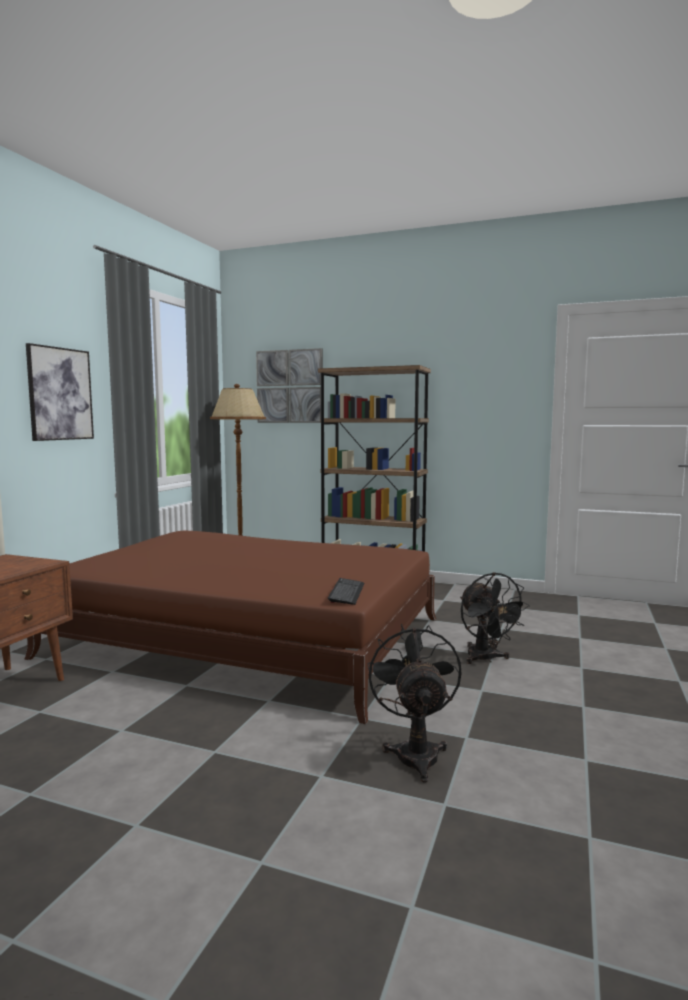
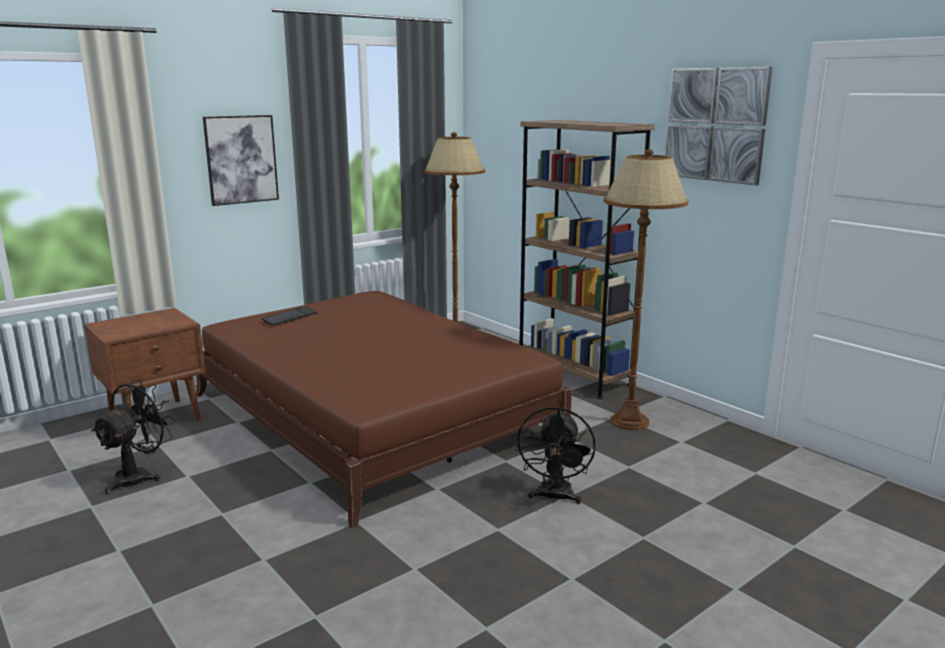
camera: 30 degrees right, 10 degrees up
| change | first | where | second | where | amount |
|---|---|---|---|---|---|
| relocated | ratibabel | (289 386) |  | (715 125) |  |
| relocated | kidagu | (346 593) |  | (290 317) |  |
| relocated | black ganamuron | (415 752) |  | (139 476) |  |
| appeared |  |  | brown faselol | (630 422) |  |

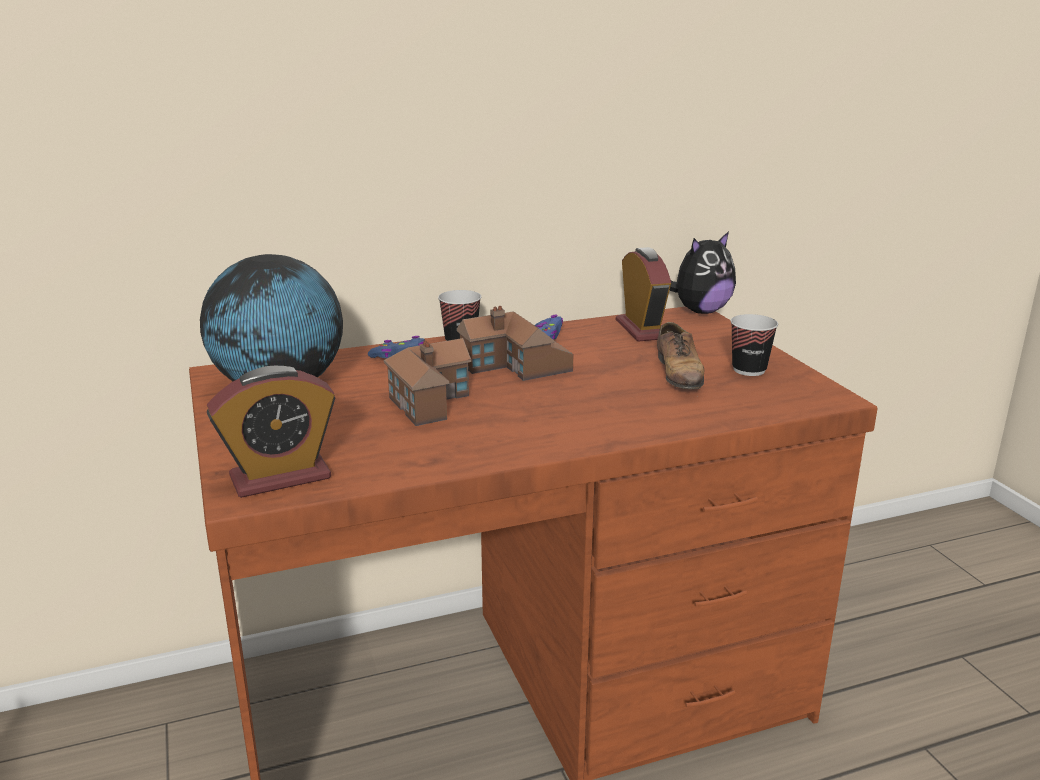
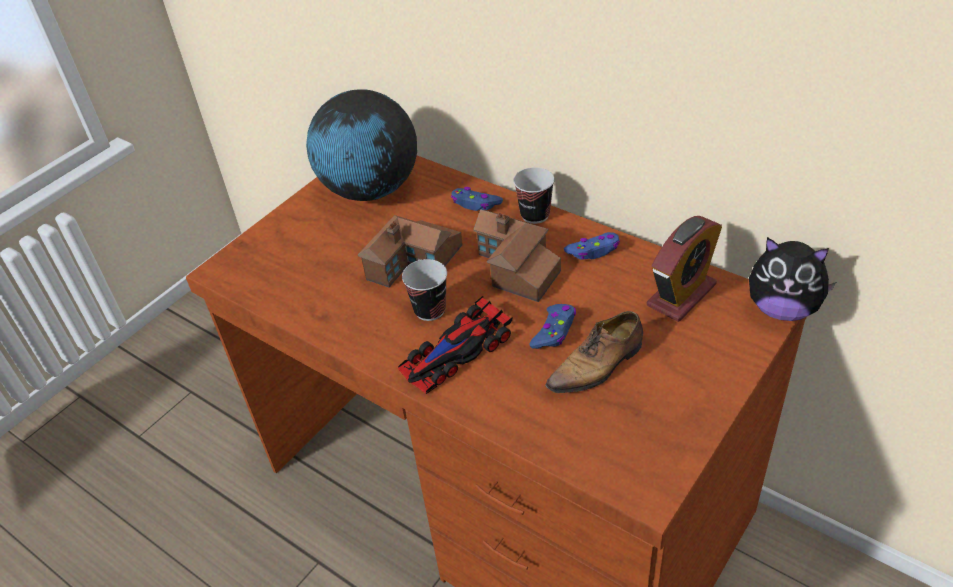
camera: 60 degrees right, 20 degrees up
| change | first | where | second | where | amount |
|---|---|---|---|---|---|
| relocated | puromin | (749 370) |  | (430 310) |  |
| missing | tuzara | (280 477) |  |  |  |
| appeared |  |  | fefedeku | (456 352) |  |
| appeared |  |  | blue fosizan | (554 331) |  |

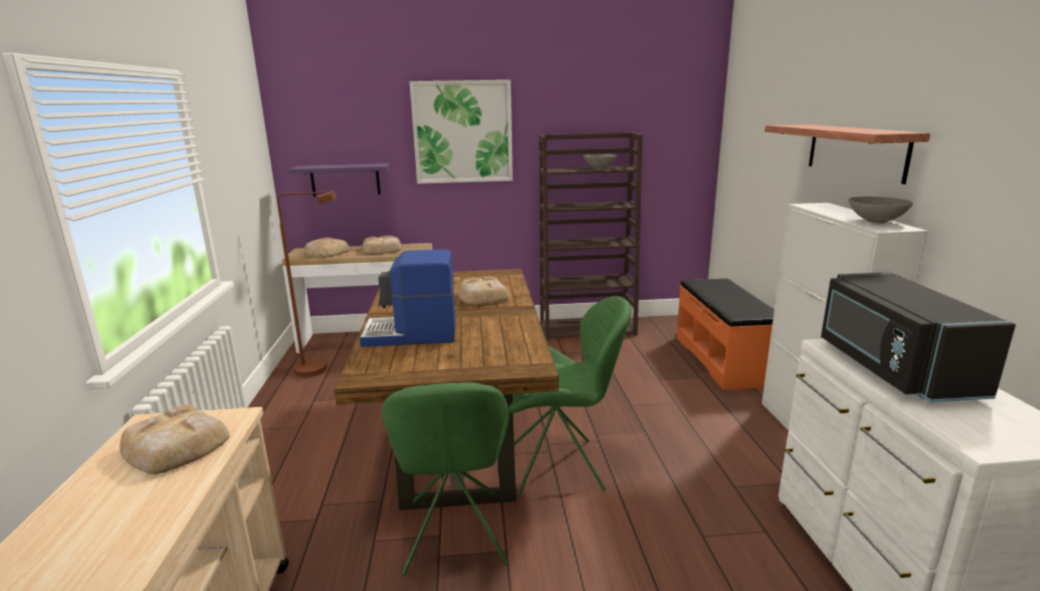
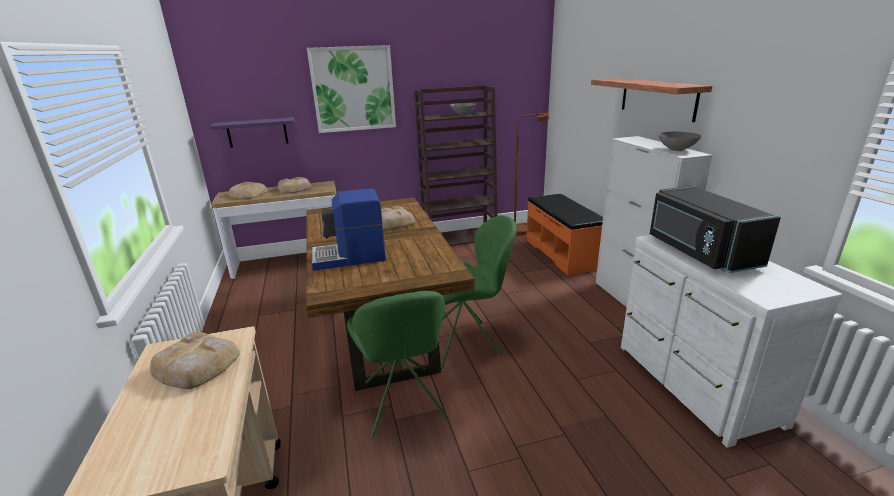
camera: 10 degrees left, 5 degrees up
| change | first | where | second | where | amount |
|---|---|---|---|---|---|
| relocated | brown faselol | (320 368) |  | (524 230) |  |

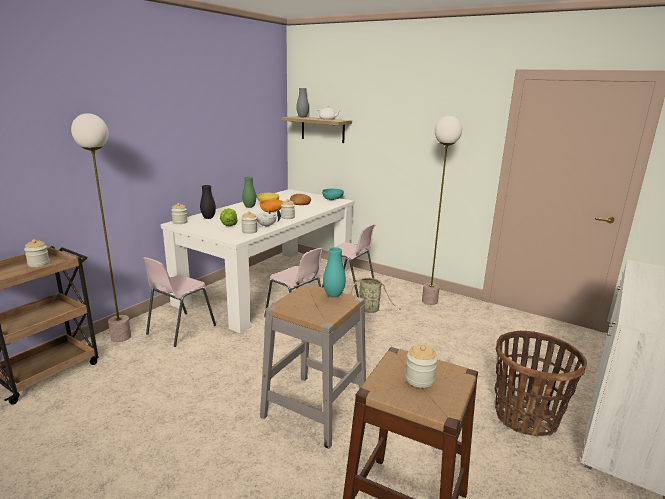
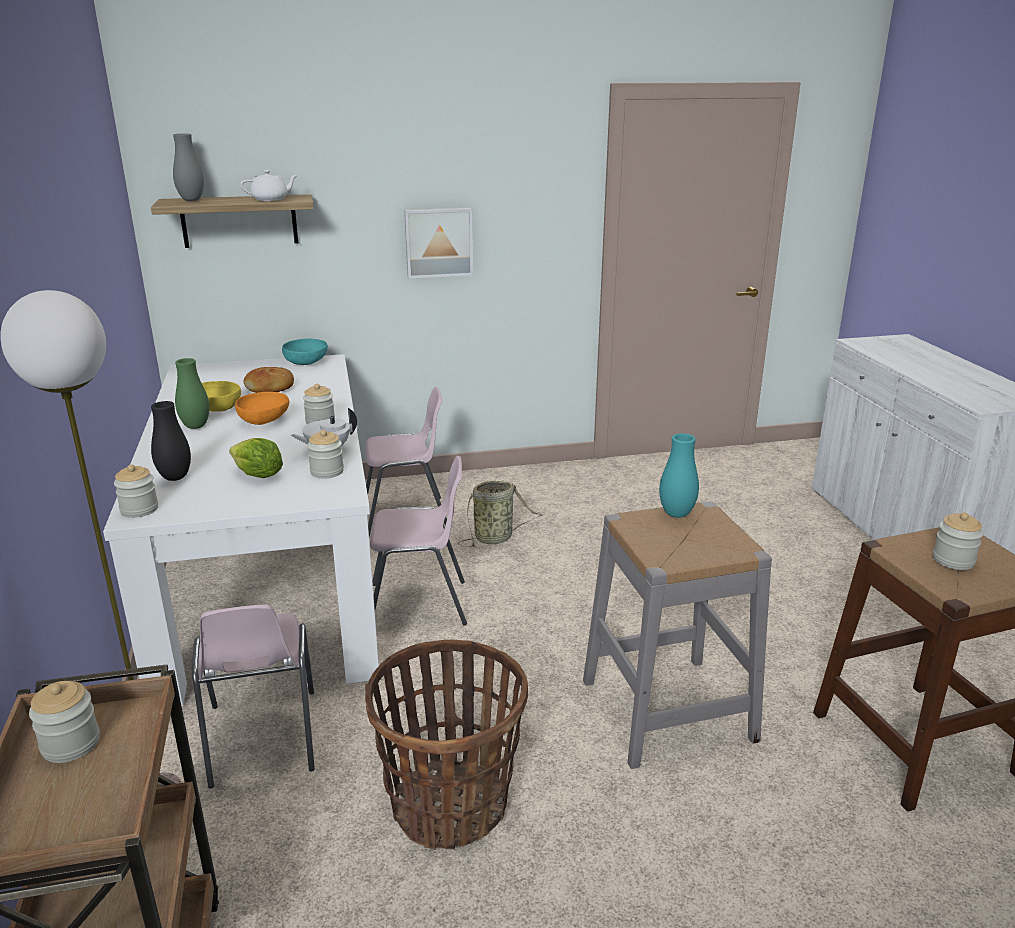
camera: 45 degrees left, 5 degrees up
| change | first | where | second | where | amount |
|---|---|---|---|---|---|
| missing | faselol | (430 301) |  |  |  |
| relocated | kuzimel | (526 417) |  | (450 805) |  |
| appeared |  |  | ratibabel | (438 242) |  |

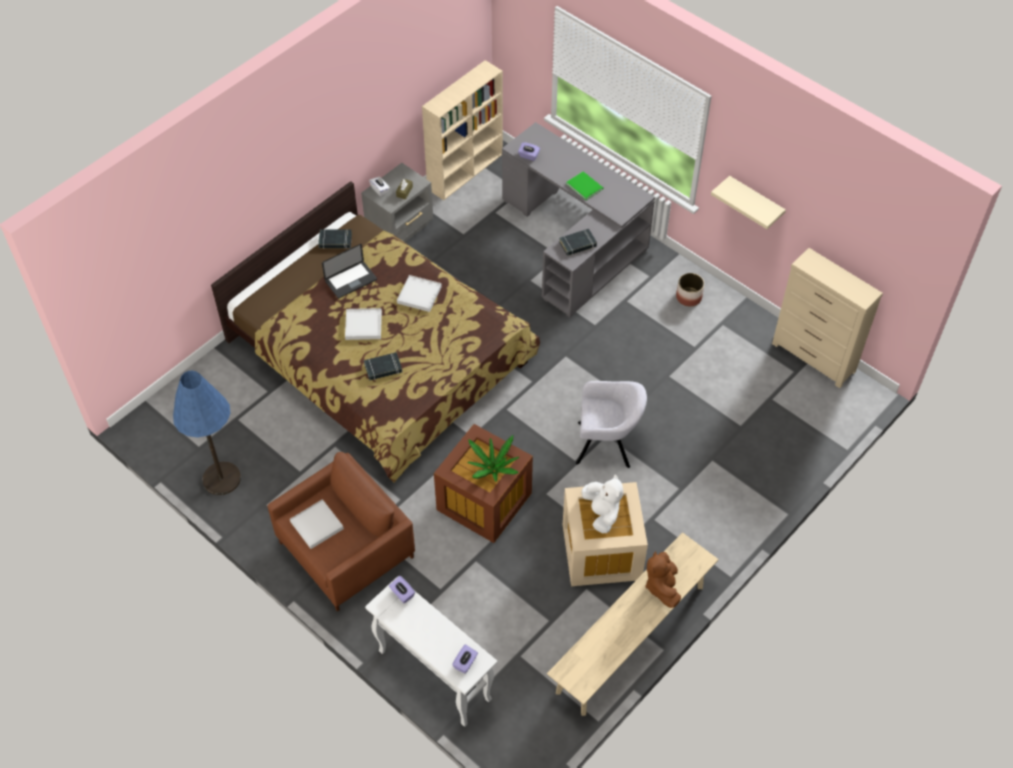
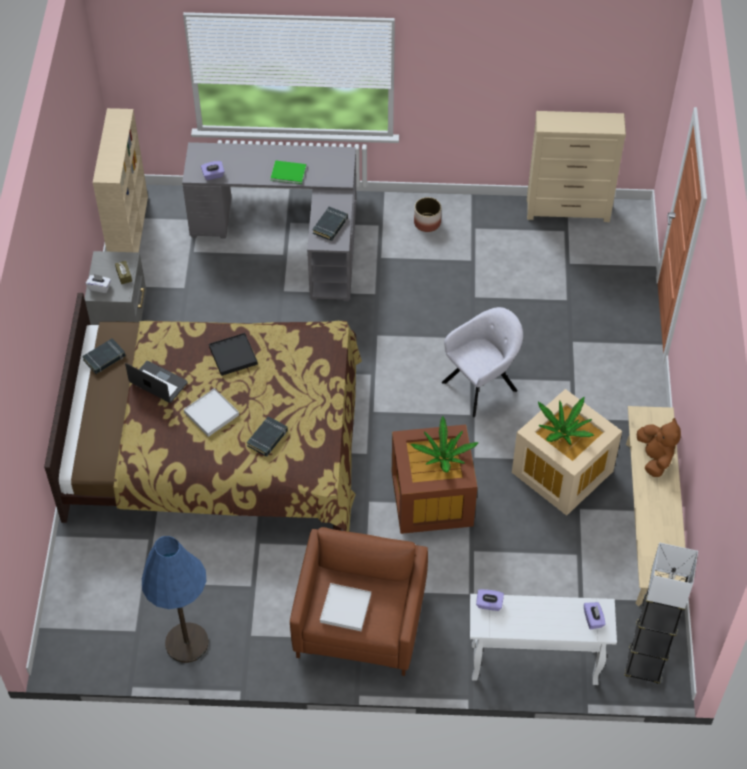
camera: 40 degrees left, 0 degrees up
| change | first | where | second | where | amount |
|---|---|---|---|---|---|
| missing | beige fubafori | (755 201) |  |  |  |
| spun | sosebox | (351 280) |  | (158 383) | 75 degrees counterclockwise |
| colour | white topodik | (419 295) | black topodik | (233 355) |  |
| exchanged | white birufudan | (602 513) | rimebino | (563 432) |  |
| spun | brown birufudan | (662 586) |  | (655 458) | 150 degrees counterclockwise |
| appeared |  |  | grey faselol | (644 666) |  |

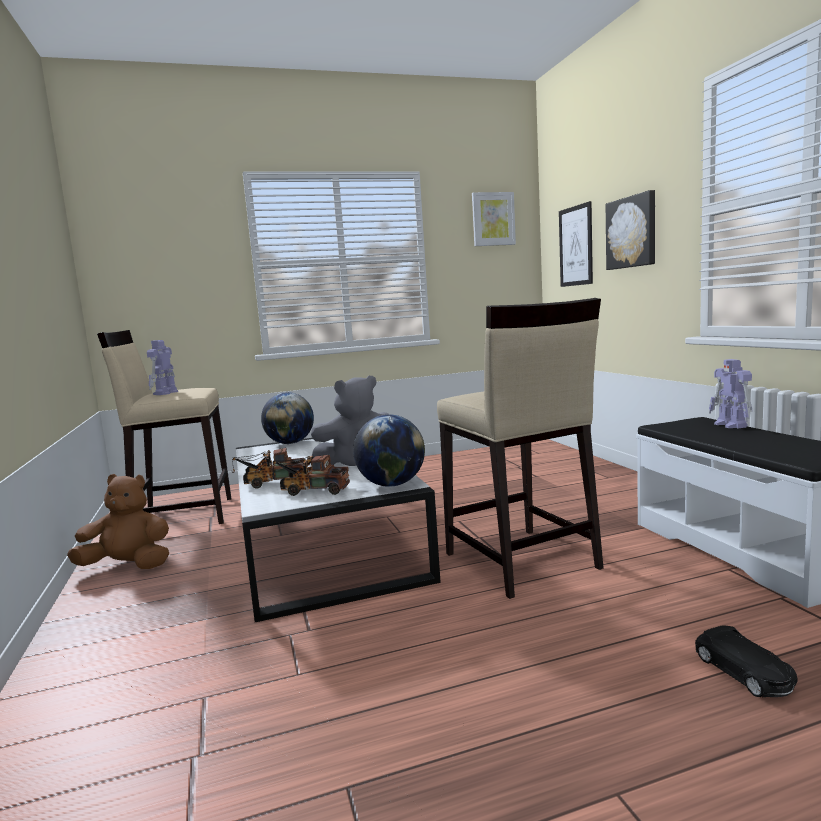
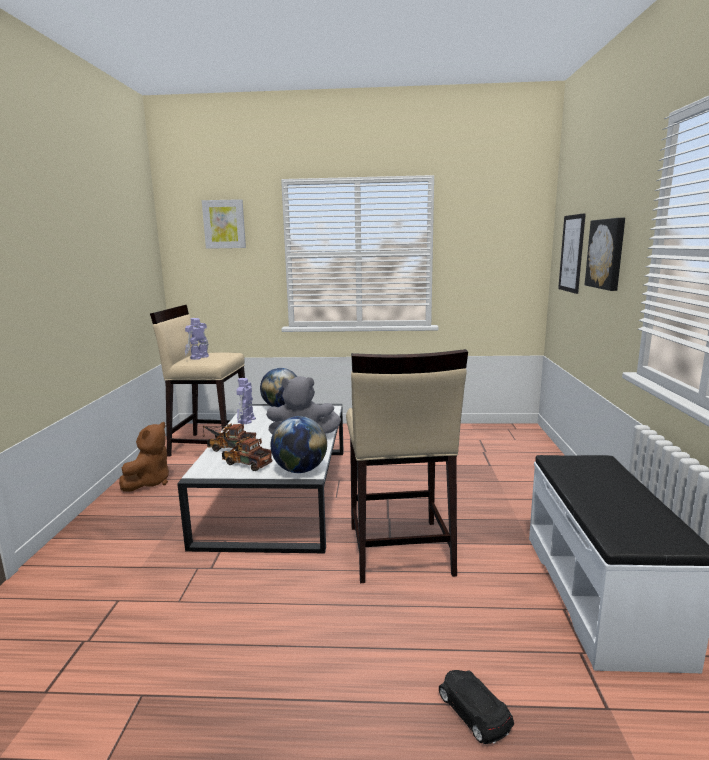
camera: 20 degrees right, 5 degrees up
| change | first | where | second | where | amount |
|---|---|---|---|---|---|
| relocated | ratibabel | (493 219) |  | (224 224) |  |
| relocated | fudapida | (731 425) |  | (246 420) |  |
| spun | brown birufudan | (128 566) |  | (149 482) | 90 degrees clockwise |
| spun | black fefedeku | (744 672) |  | (473 711) | 150 degrees clockwise |

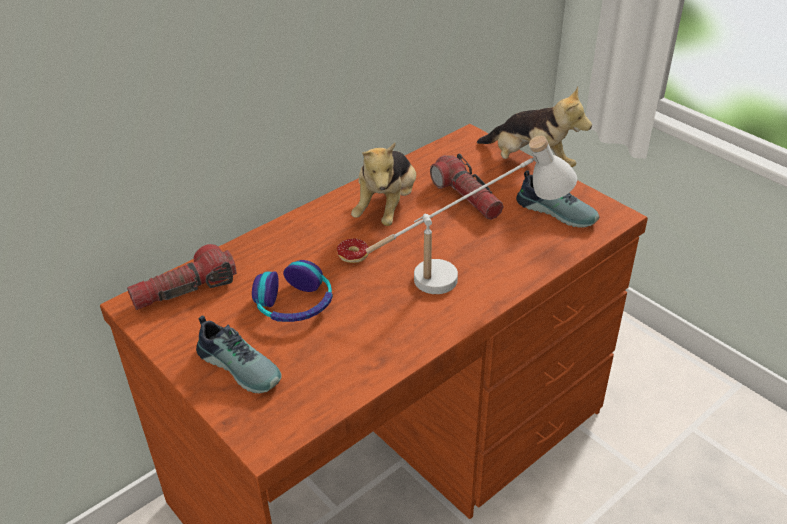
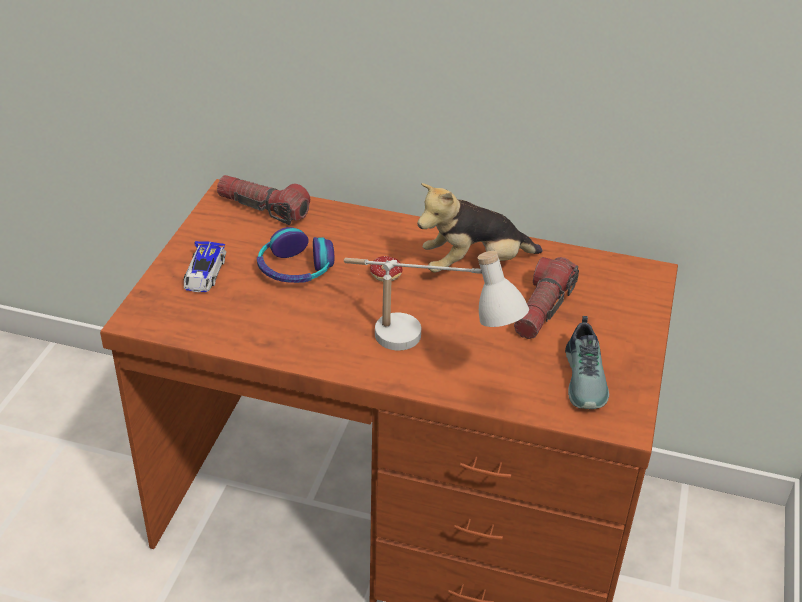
camera: 55 degrees right, 0 degrees up
| change | first | where | second | where | amount |
|---|---|---|---|---|---|
| missing | birufudan | (528 165) |  |  |  |
| exchanged | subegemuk | (241 365) | fefedeku | (204 273) |  |

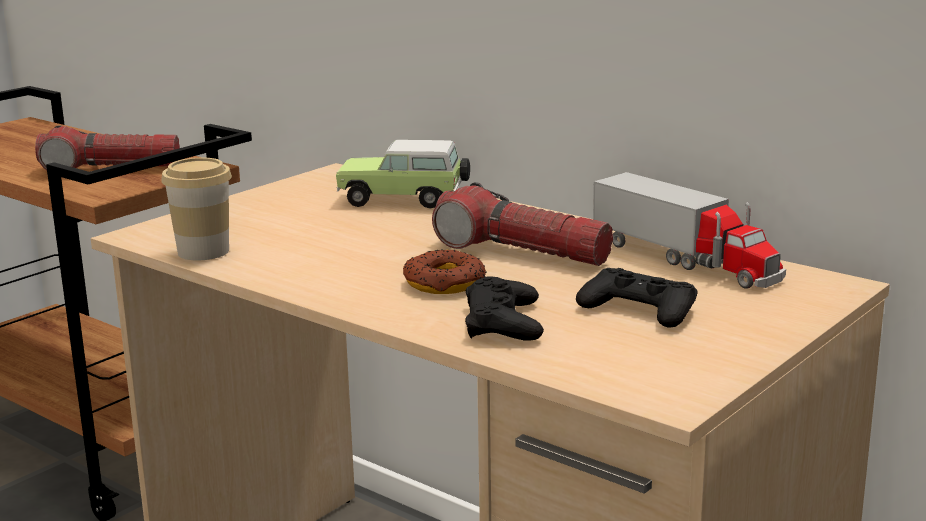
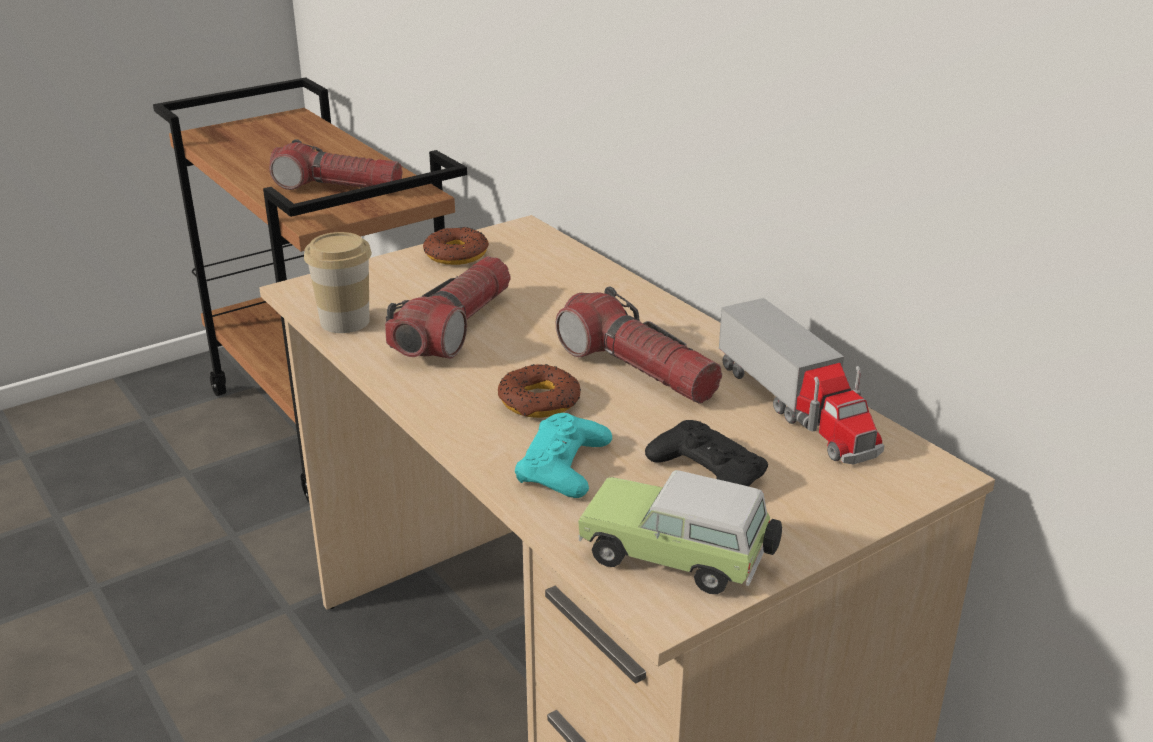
camera: 15 degrees right, 10 degrees up
| change | first | where | second | where | amount |
|---|---|---|---|---|---|
| relocated | fefedeku | (405 200) |  | (679 559) |  |
| colour | black fosizan | (503 322) | turquoise fosizan | (564 466) |  |
| appeared |  |  | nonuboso | (456 254) |  |
| appeared |  |  | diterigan | (455 328) |  |

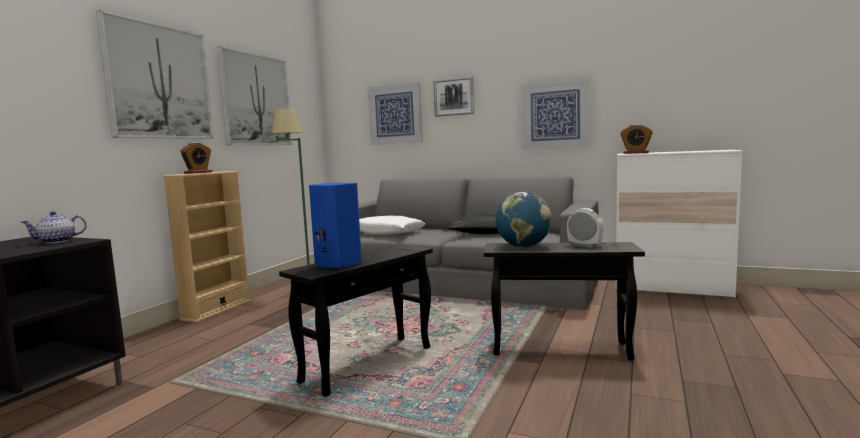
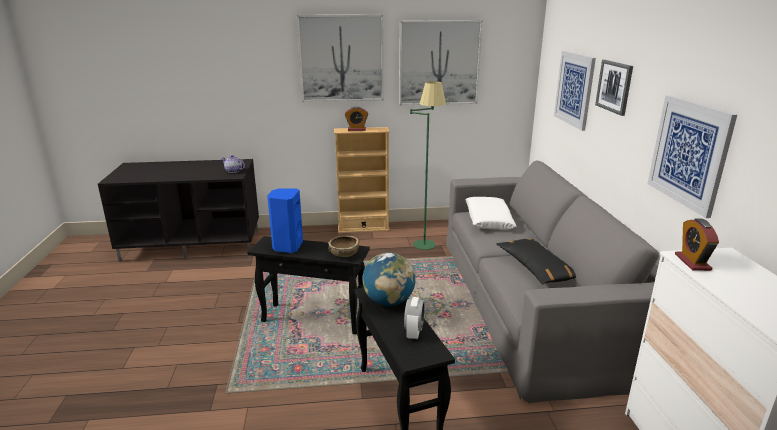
camera: 60 degrees right, 15 degrees up
| change | first | where | second | where | amount |
|---|---|---|---|---|---|
| appeared |  |  | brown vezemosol | (344 254) |  |

